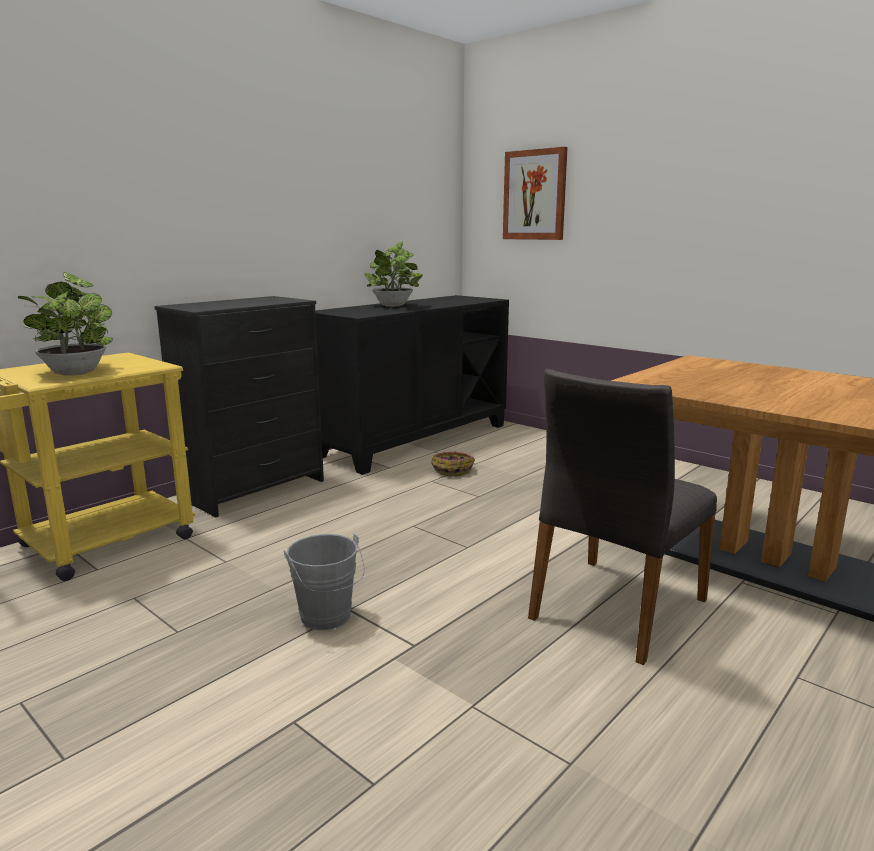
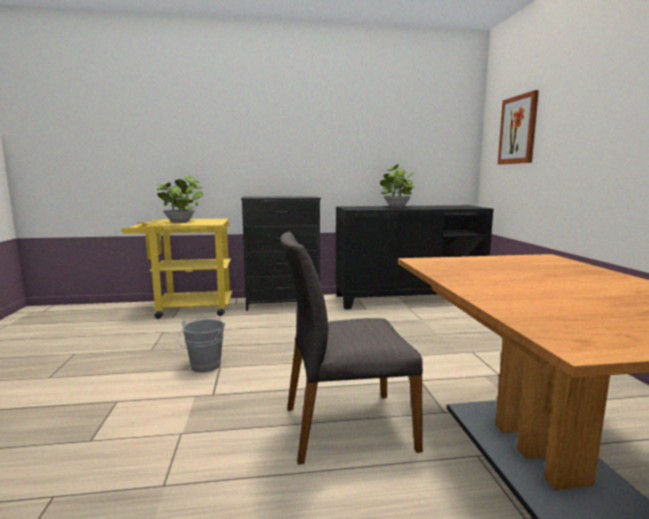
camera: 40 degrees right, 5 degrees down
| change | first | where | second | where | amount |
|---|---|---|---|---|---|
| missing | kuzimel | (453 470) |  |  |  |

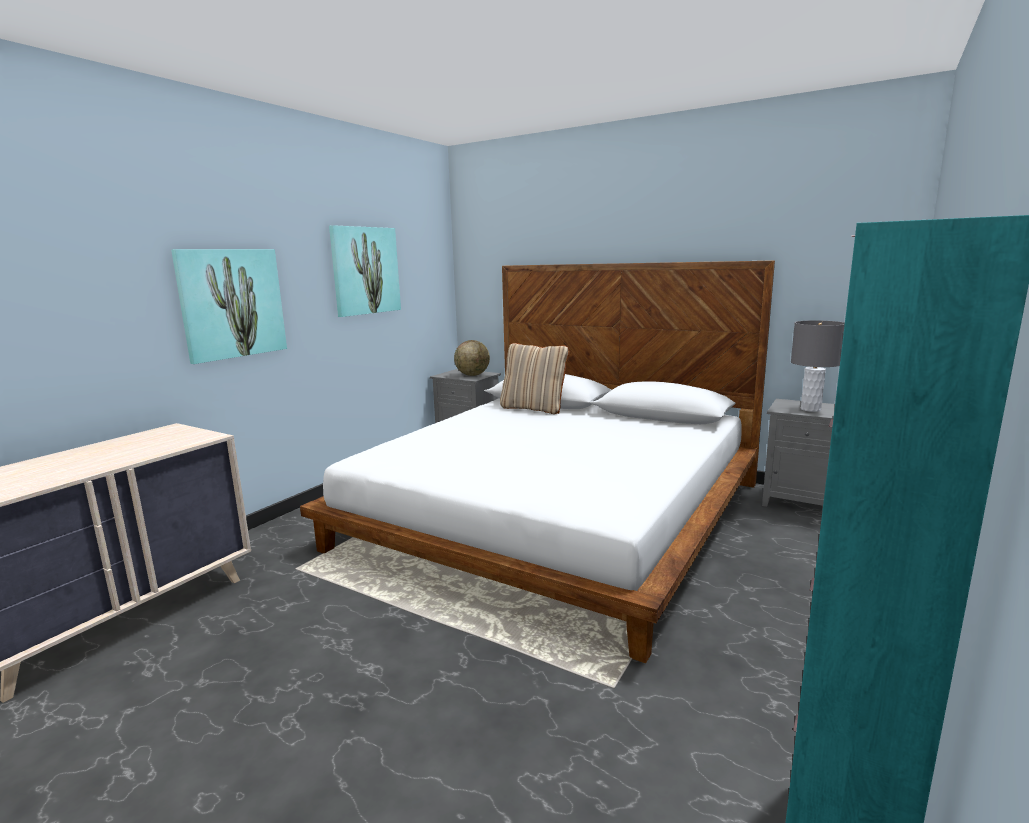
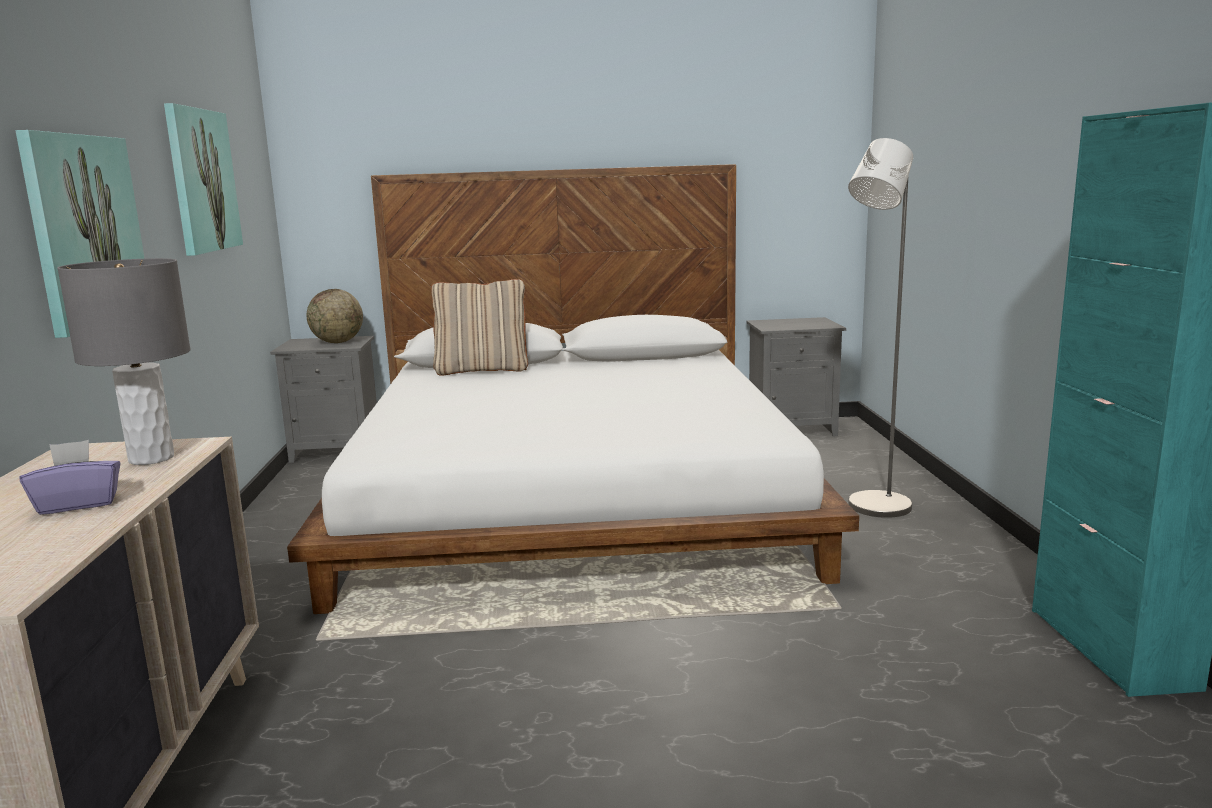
camera: 35 degrees left, 0 degrees up
| change | first | where | second | where | amount |
|---|---|---|---|---|---|
| relocated | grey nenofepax | (811 409) |  | (152 458) |  |
| appeared |  |  | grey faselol | (873 509) |  |
| appeared |  |  | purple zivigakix | (78 504) |  |

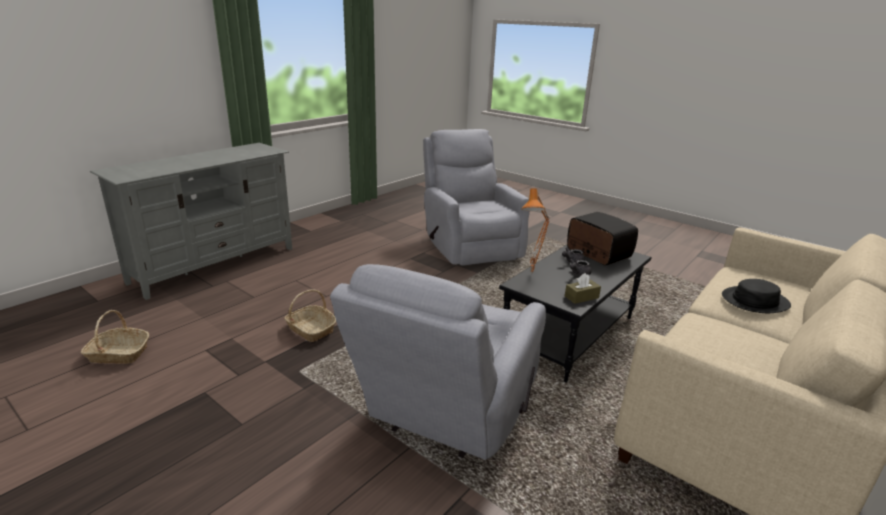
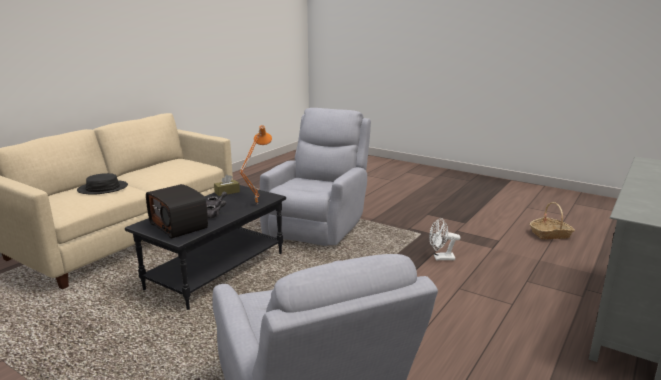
camera: 175 degrees right, 5 degrees down
| change | first | where | second | where | amount |
|---|---|---|---|---|---|
| exchanged | kuzimel | (310 329) | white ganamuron | (440 258) |  |

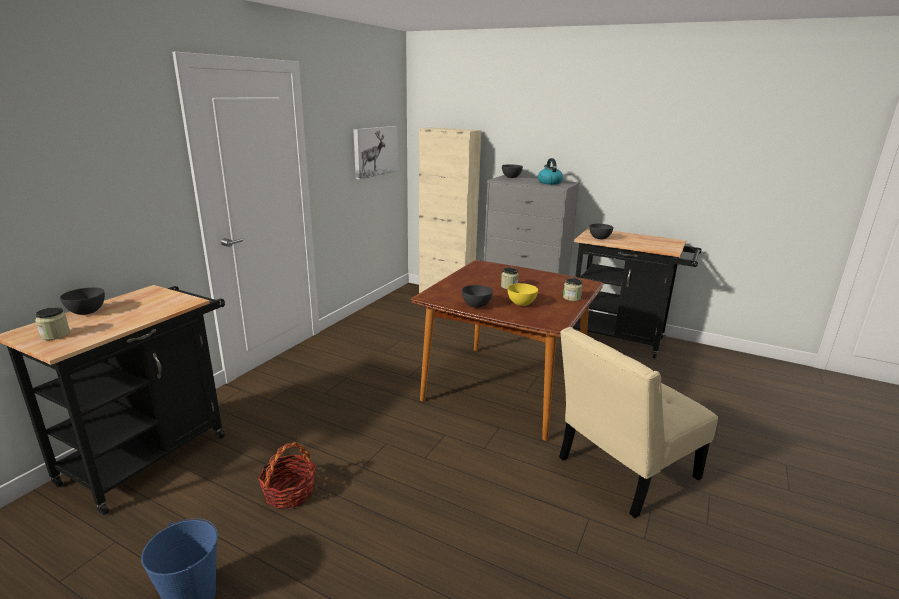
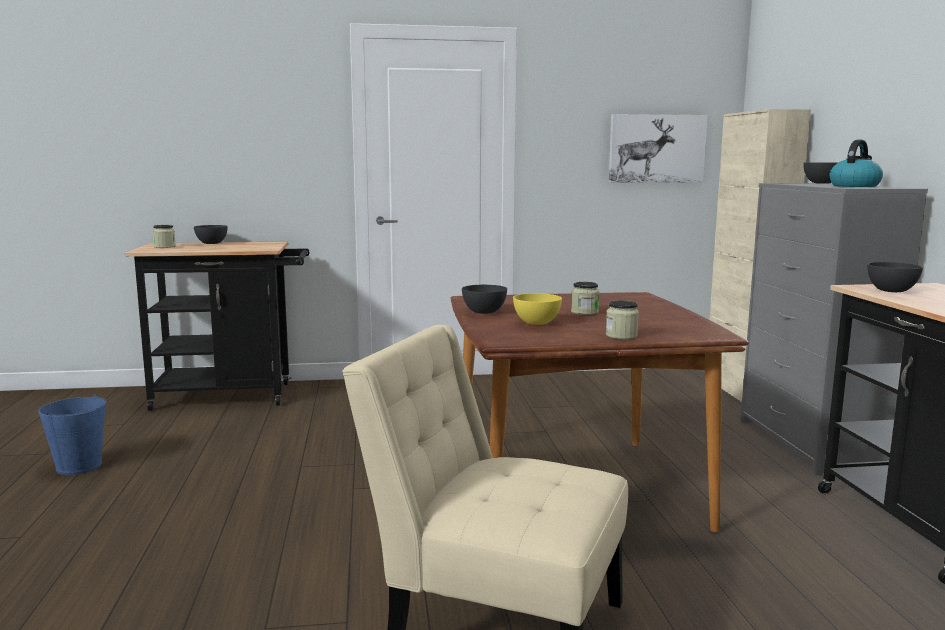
camera: 55 degrees right, 10 degrees down
| change | first | where | second | where | amount |
|---|---|---|---|---|---|
| missing | kuzimel | (289 493) |  |  |  |

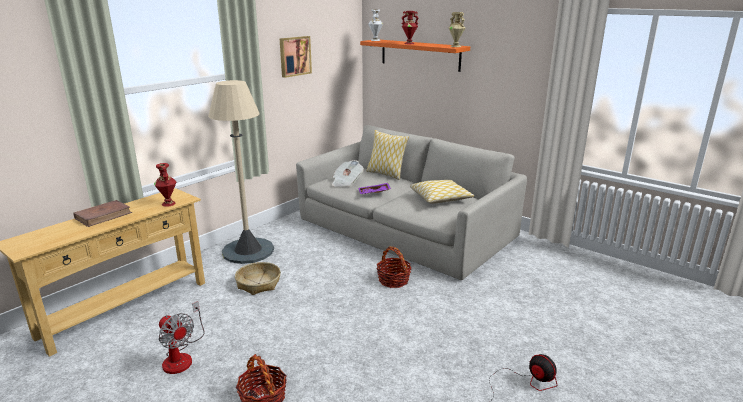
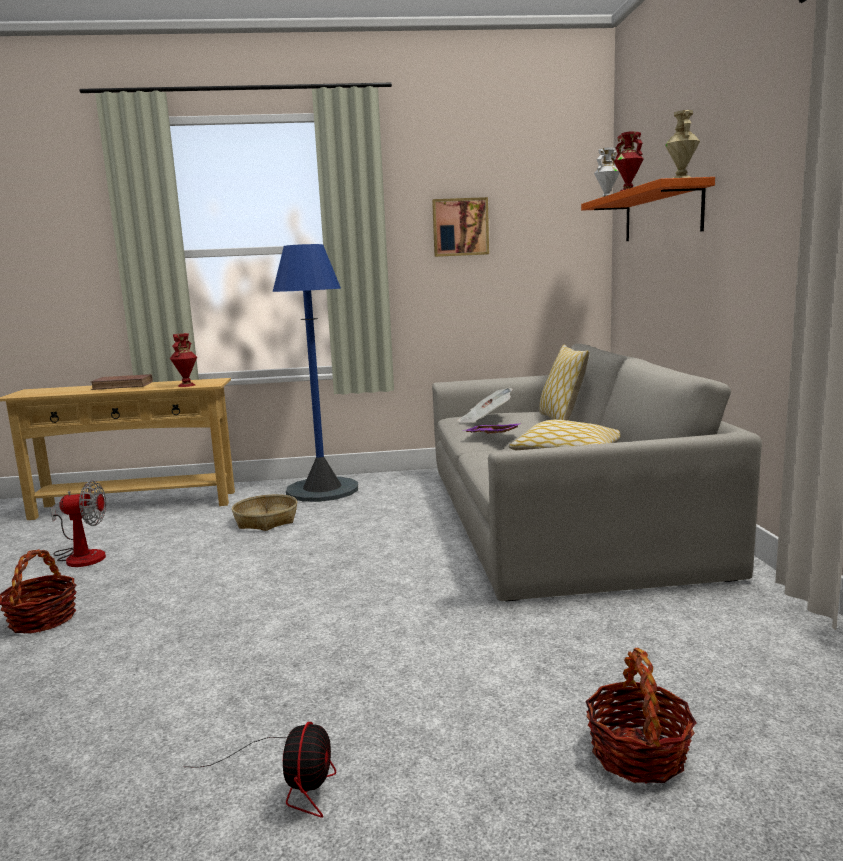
camera: 45 degrees right, 10 degrees down
| change | first | where | second | where | amount |
|---|---|---|---|---|---|
| colour | beige faselol | (248 251) | blue faselol | (322 490) |  |
| relocated | kuzimel | (393 280) |  | (638 754) |  |
| spun | ganamuron | (181 356) |  | (81 556) | 90 degrees counterclockwise |

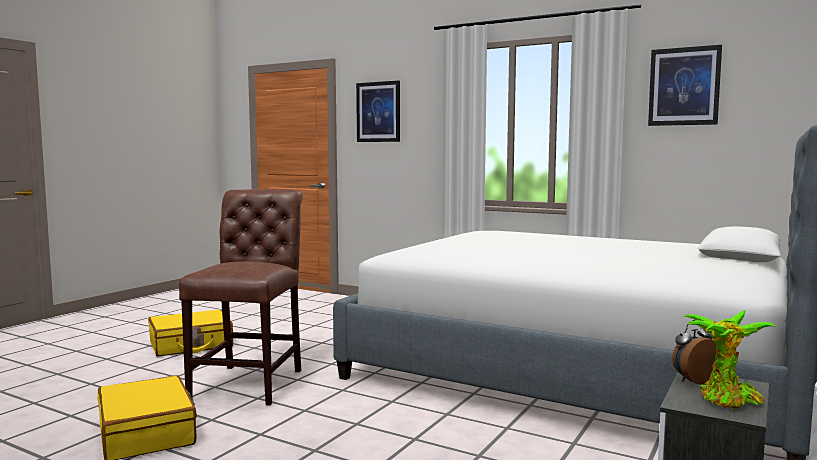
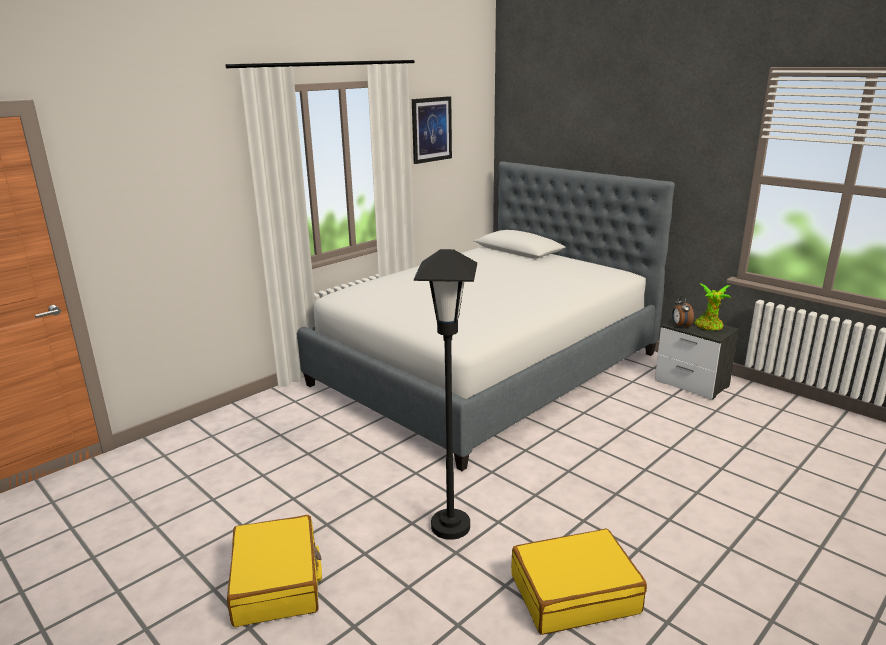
camera: 75 degrees left, 15 degrees up
| change | first | where | second | where | amount |
|---|---|---|---|---|---|
| missing | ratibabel | (378 112) |  |  |  |
| exchanged | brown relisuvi | (251 382) | black faselol | (450 526) |  |

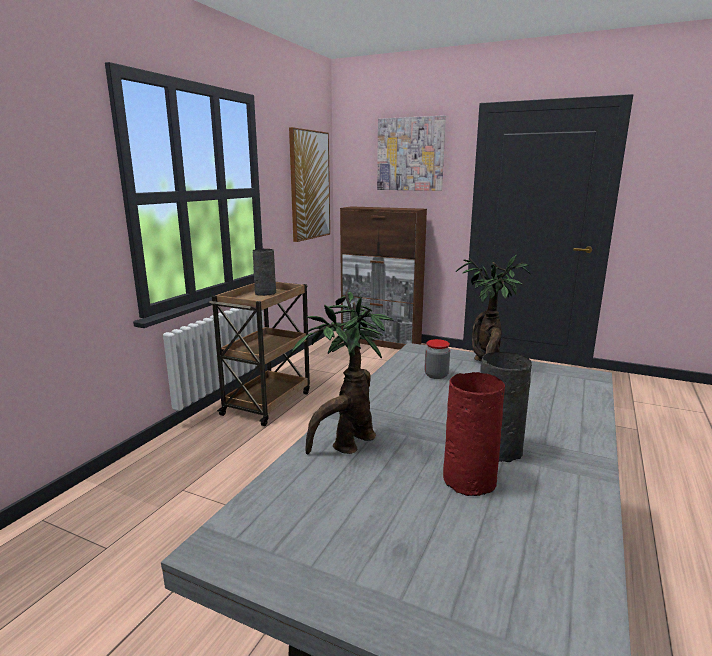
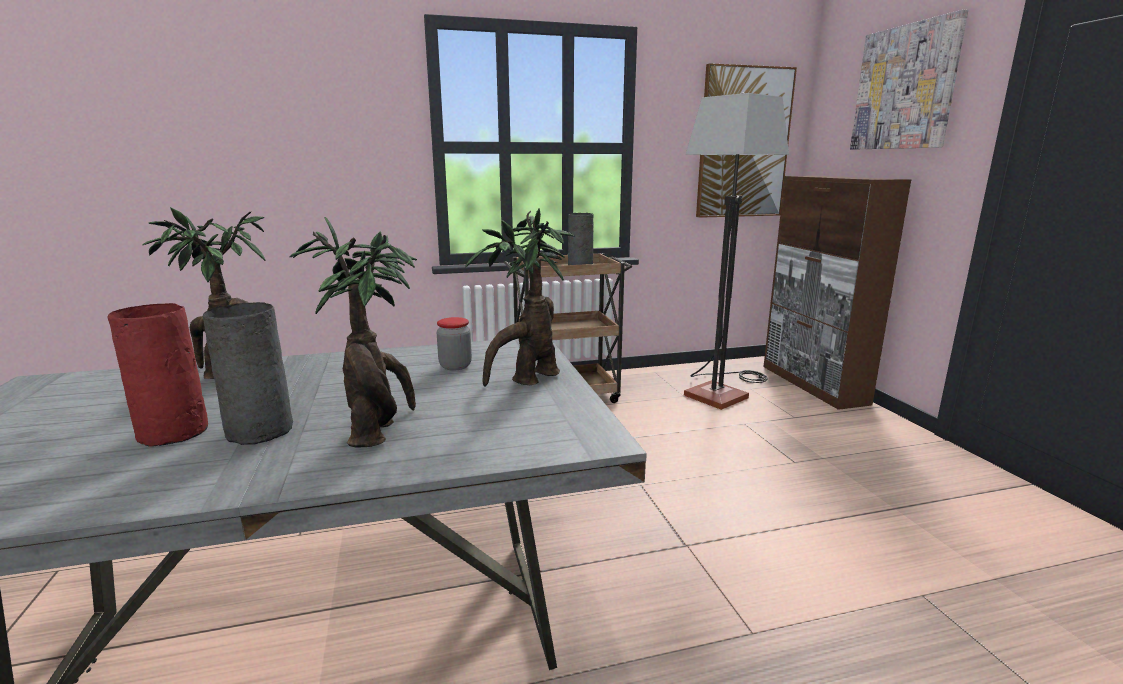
camera: 50 degrees right, 0 degrees up
| change | first | where | second | where | amount |
|---|---|---|---|---|---|
| appeared |  |  | faselol | (721 391) |  |
| appeared |  |  | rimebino | (379 431) |  |

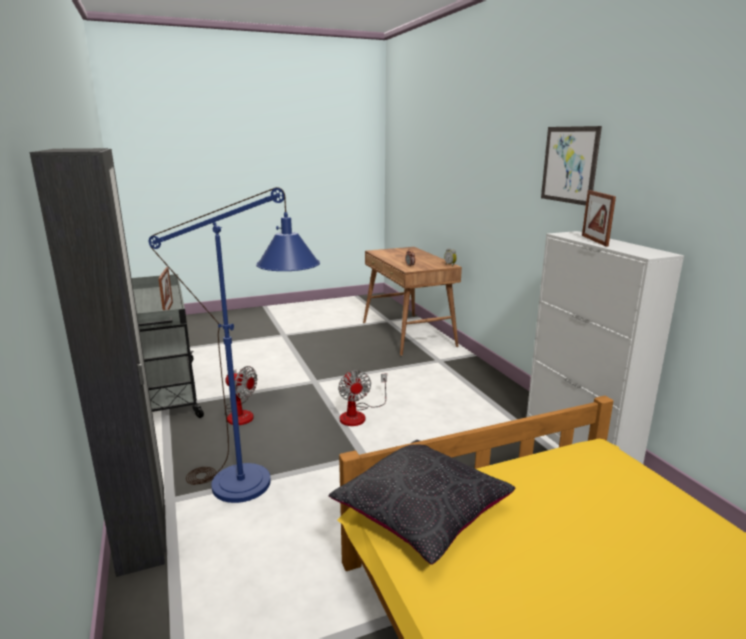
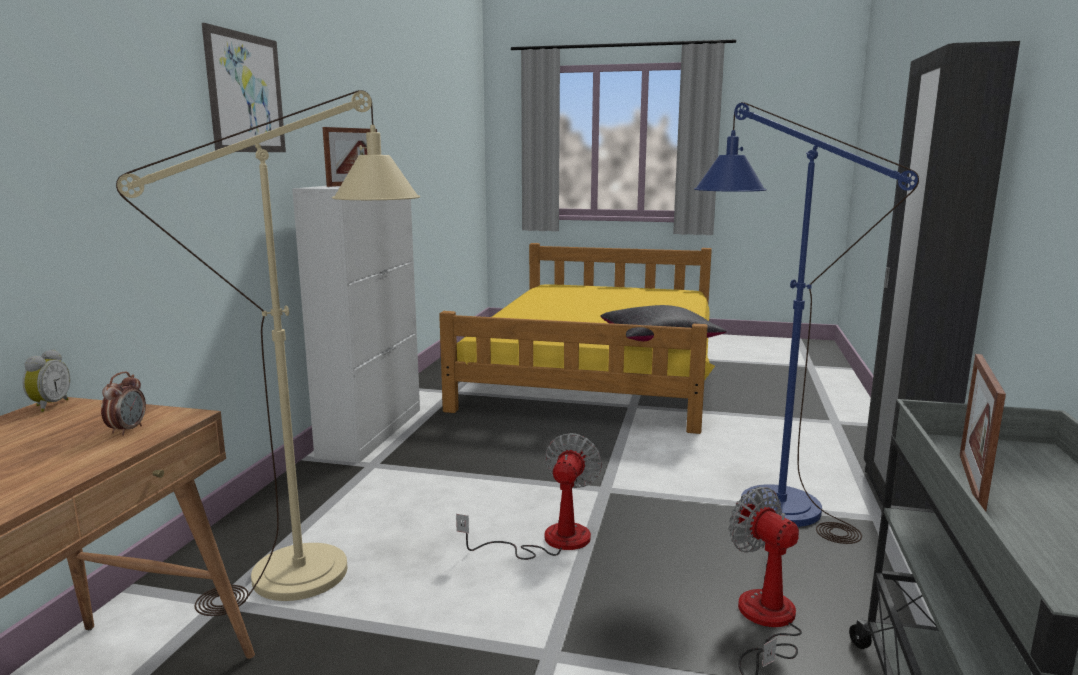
camera: 145 degrees left, 5 degrees down
| change | first | where | second | where | amount |
|---|---|---|---|---|---|
| appeared |  |  | beige faselol | (327 565) |  |

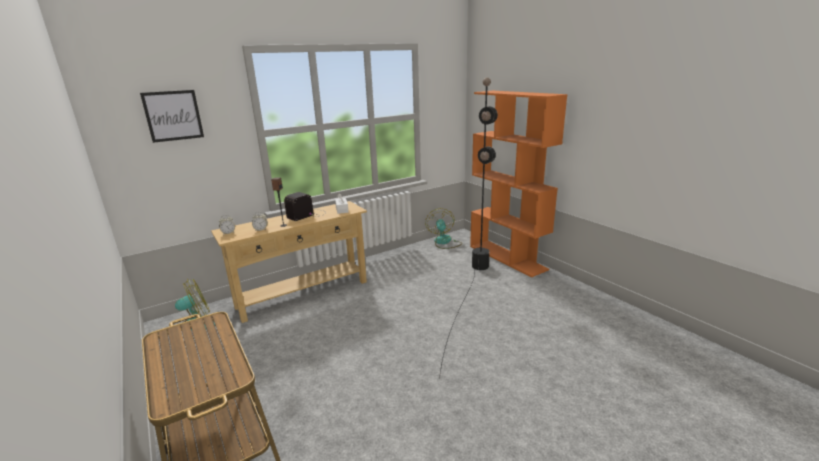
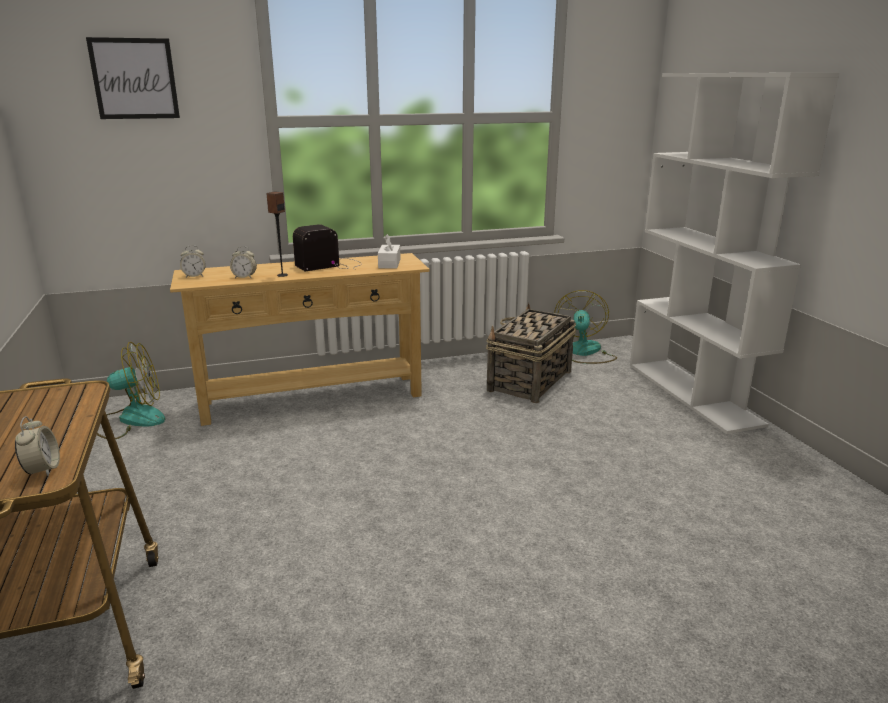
camera: 15 degrees right, 0 degrees up
| change | first | where | second | where | amount |
|---|---|---|---|---|---|
| missing | black faselol | (470 289) |  |  |  |
| colour | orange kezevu | (507 257) | white kezevu | (693 393) |  |
| appeared |  |  | kuzimel | (529 381) |  |
| appeared |  |  | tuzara | (43 470) |  |

